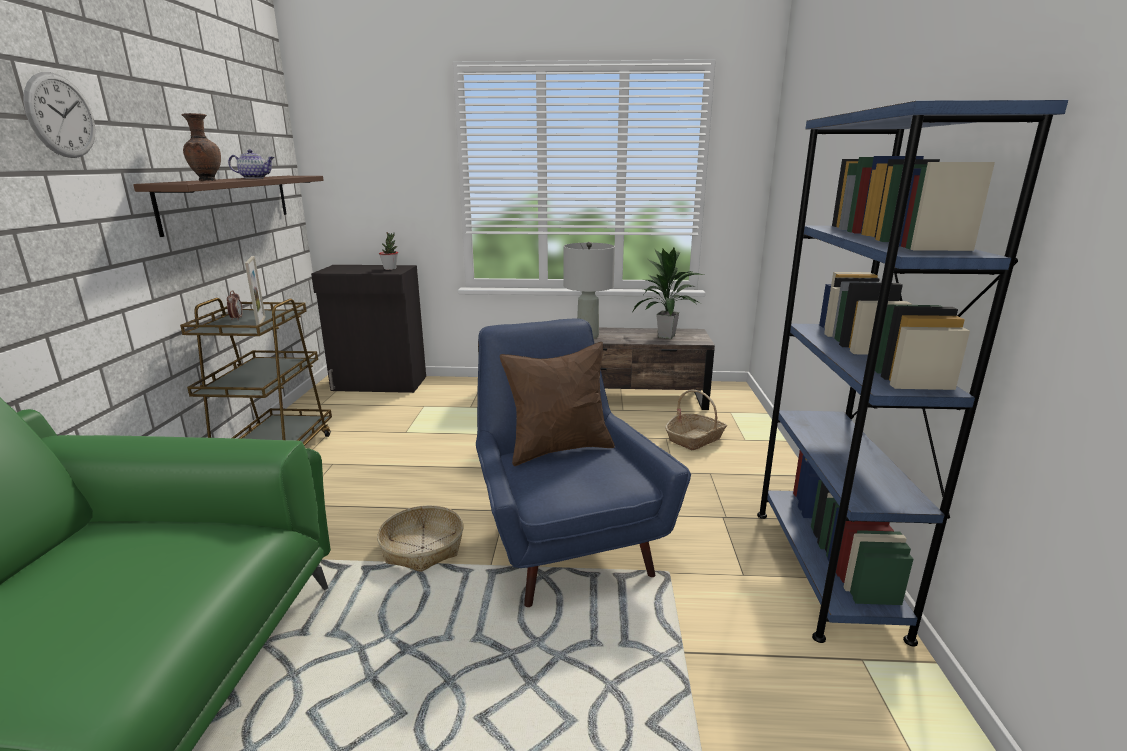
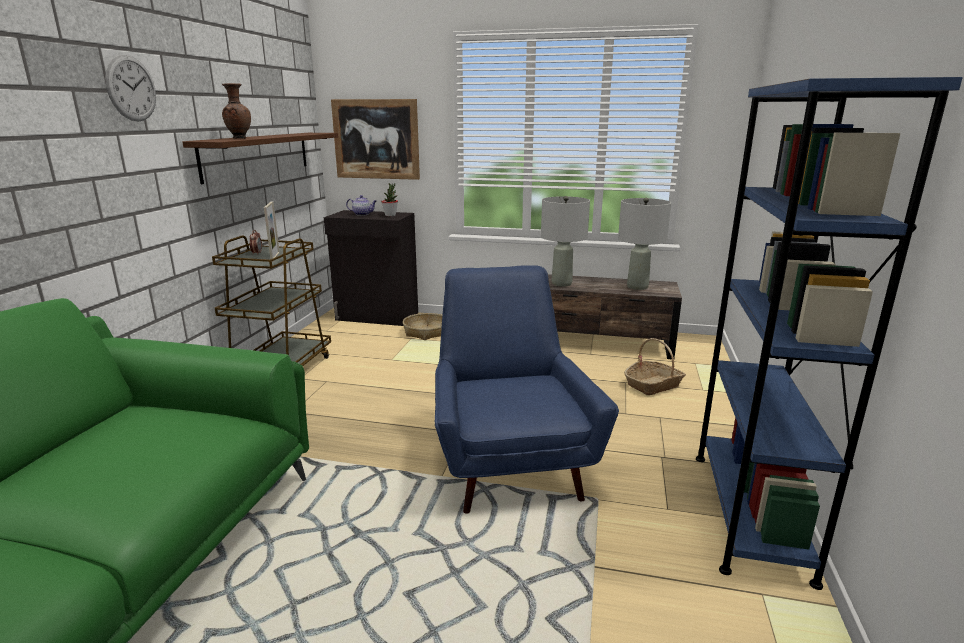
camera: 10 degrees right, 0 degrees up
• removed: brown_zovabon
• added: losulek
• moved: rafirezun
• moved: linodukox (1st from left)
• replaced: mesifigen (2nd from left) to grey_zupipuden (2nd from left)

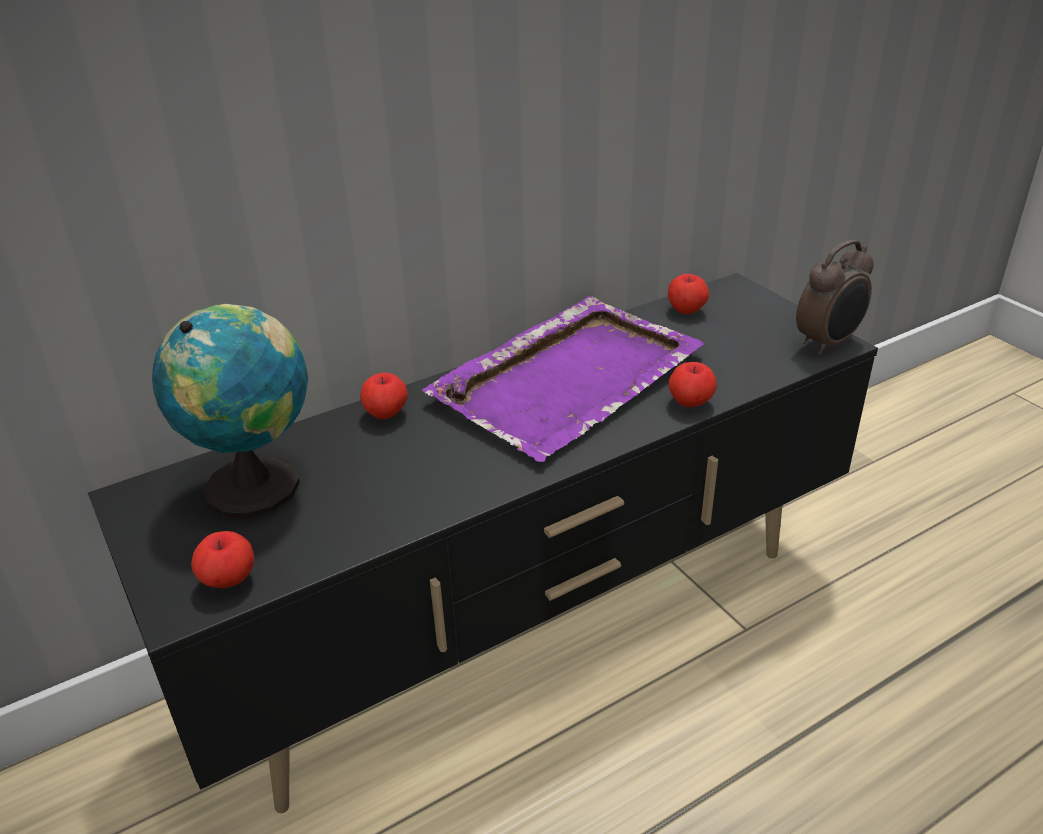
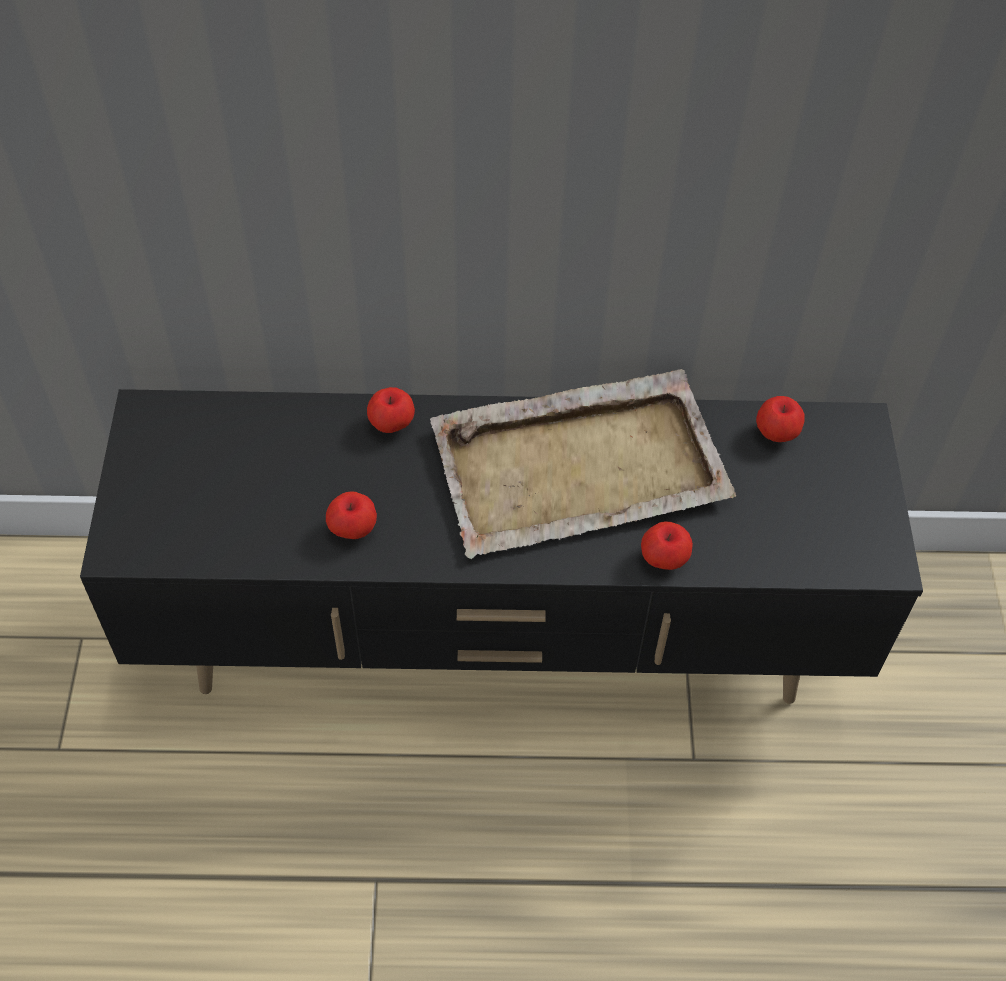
camera: 30 degrees right, 20 degrees up
• removed: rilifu
• removed: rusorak
• moved: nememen (1st from left)
• recoloured: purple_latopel to beige_latopel

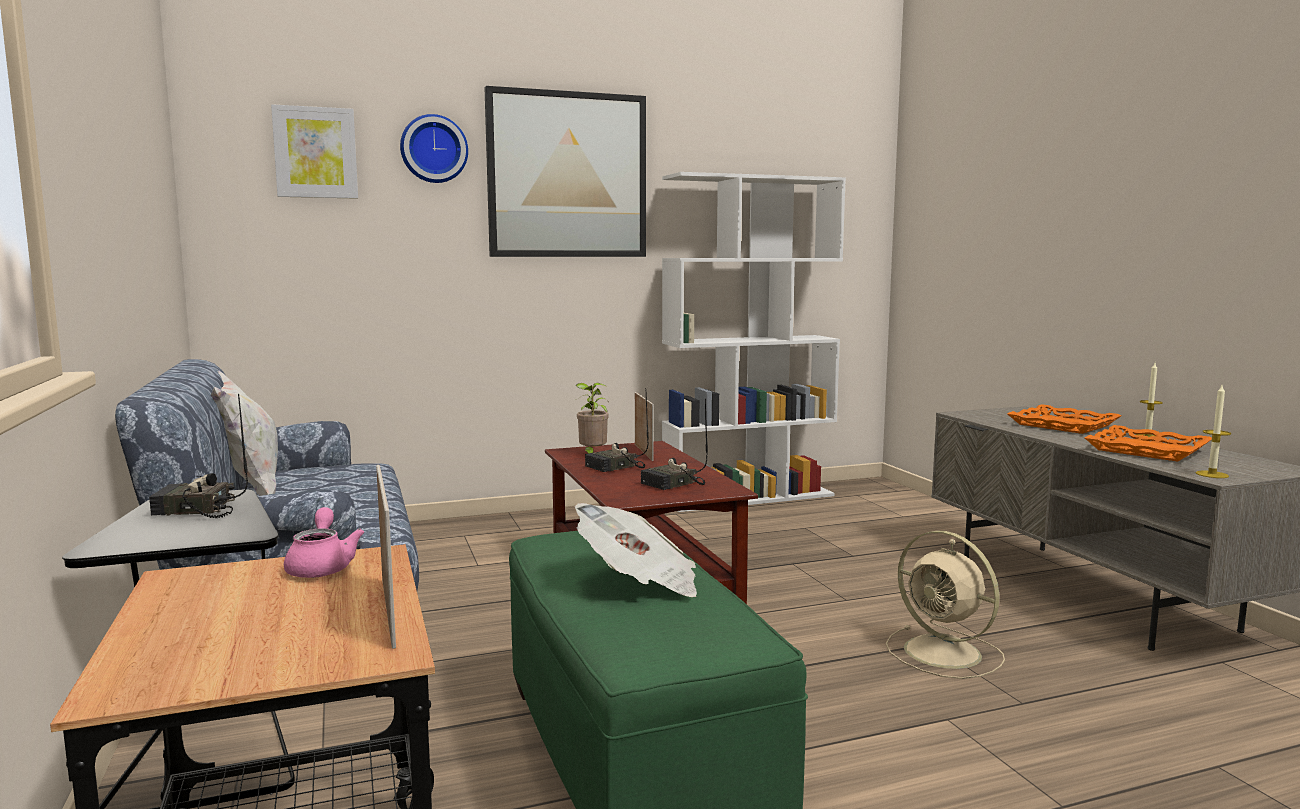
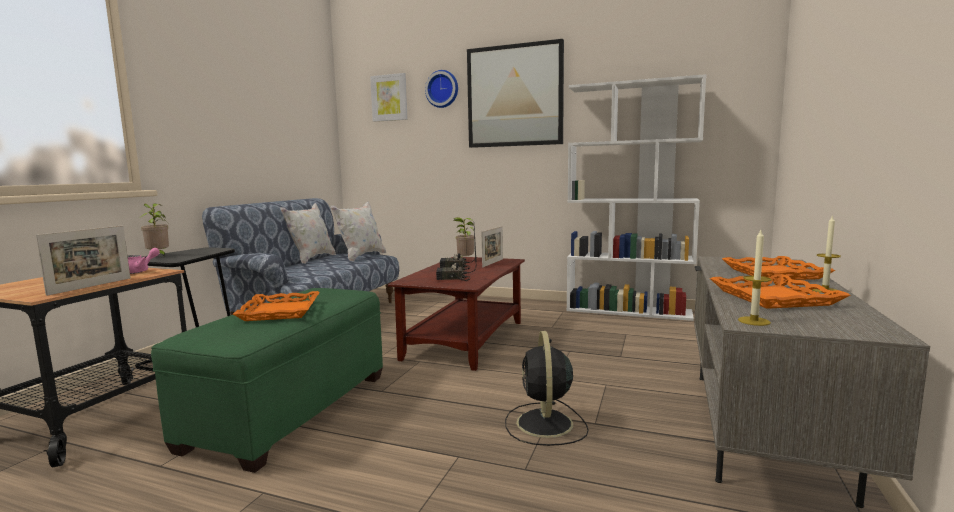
camera: 40 degrees right, 0 degrees up
• removed: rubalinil (1st from left)
• added: mesifigen (1st from left)
• added: white_zovabon (2nd from left)
• replaced: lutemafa to orange_latopel (1st from left)
• recoloured: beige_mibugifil to black_mibugifil

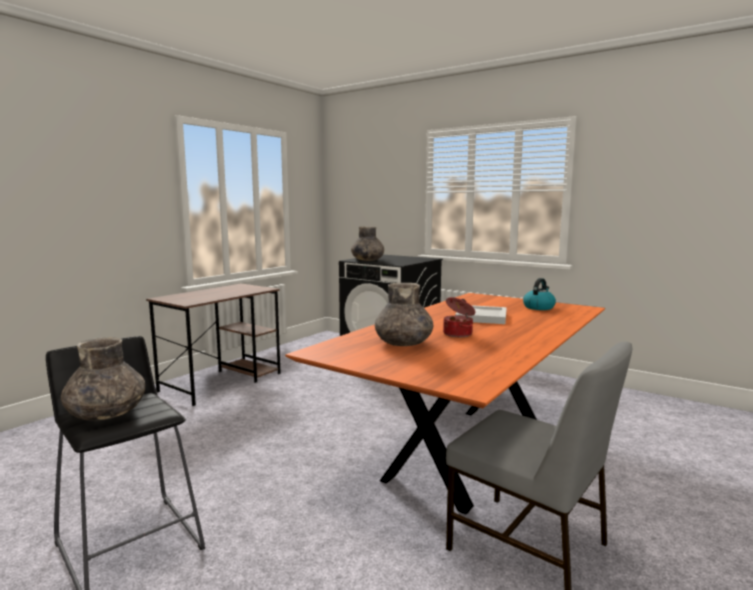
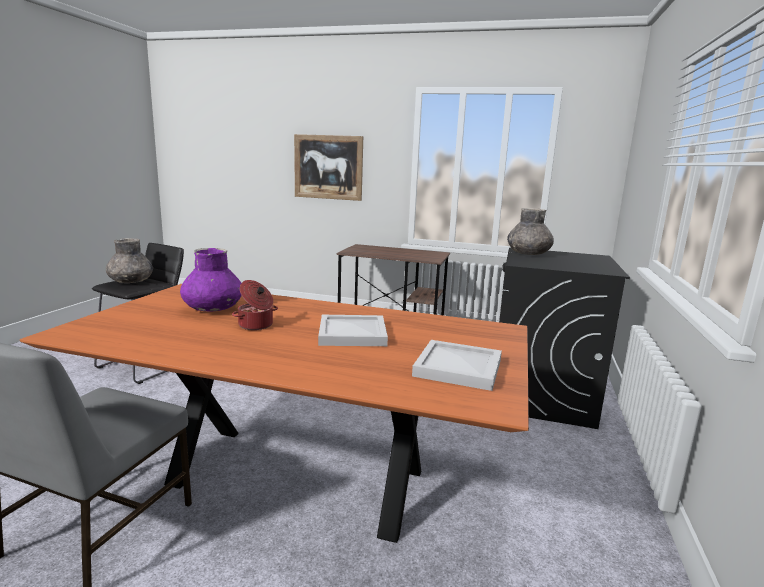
camera: 70 degrees right, 5 degrees up
• added: losulek
• replaced: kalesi to white_latopel (2nd from left)
• recoloured: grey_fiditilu (3rd from left) to purple_fiditilu

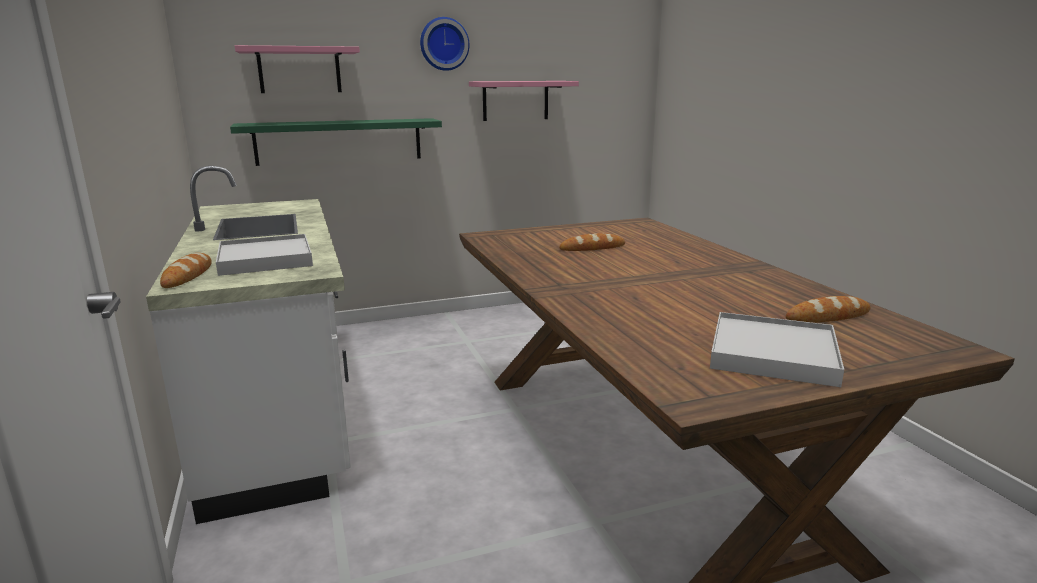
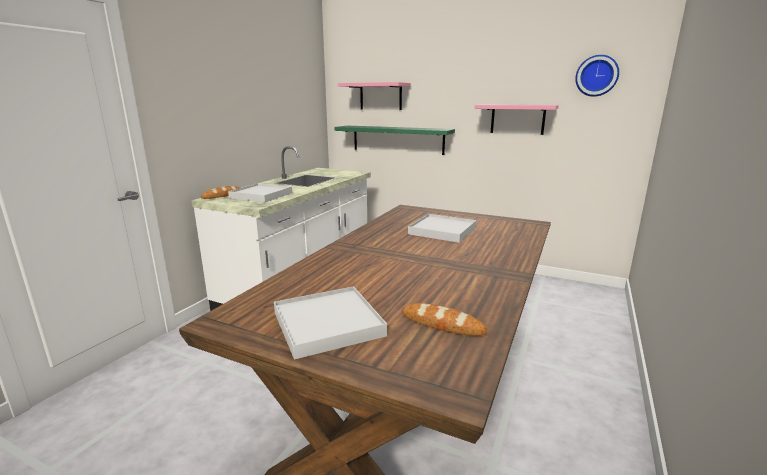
camera: 45 degrees right, 0 degrees up
• moved: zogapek
• replaced: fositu (2nd from left) to white_latopel (3rd from left)

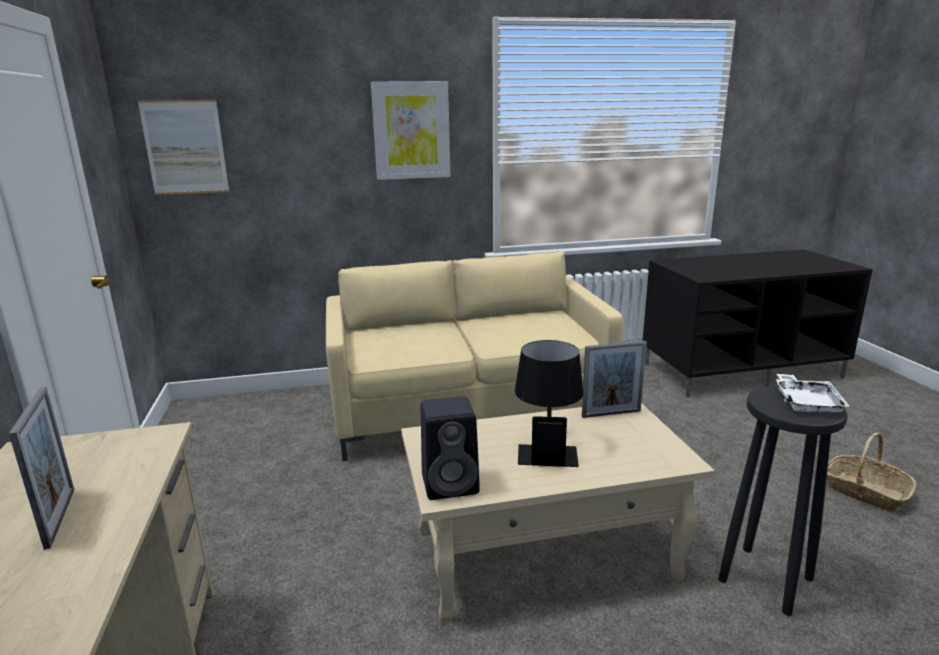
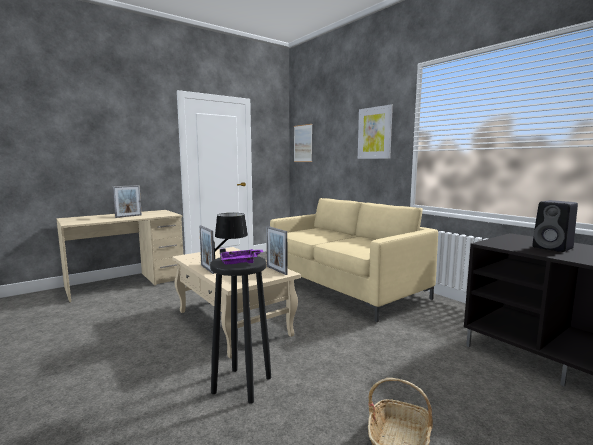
camera: 65 degrees right, 10 degrees down
• added: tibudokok (2nd from left)
• moved: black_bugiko
• recoloured: white_latopel to purple_latopel

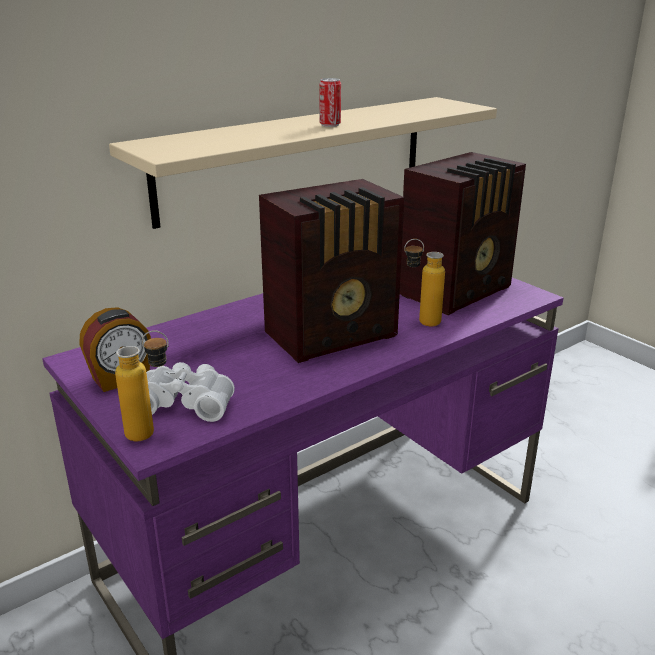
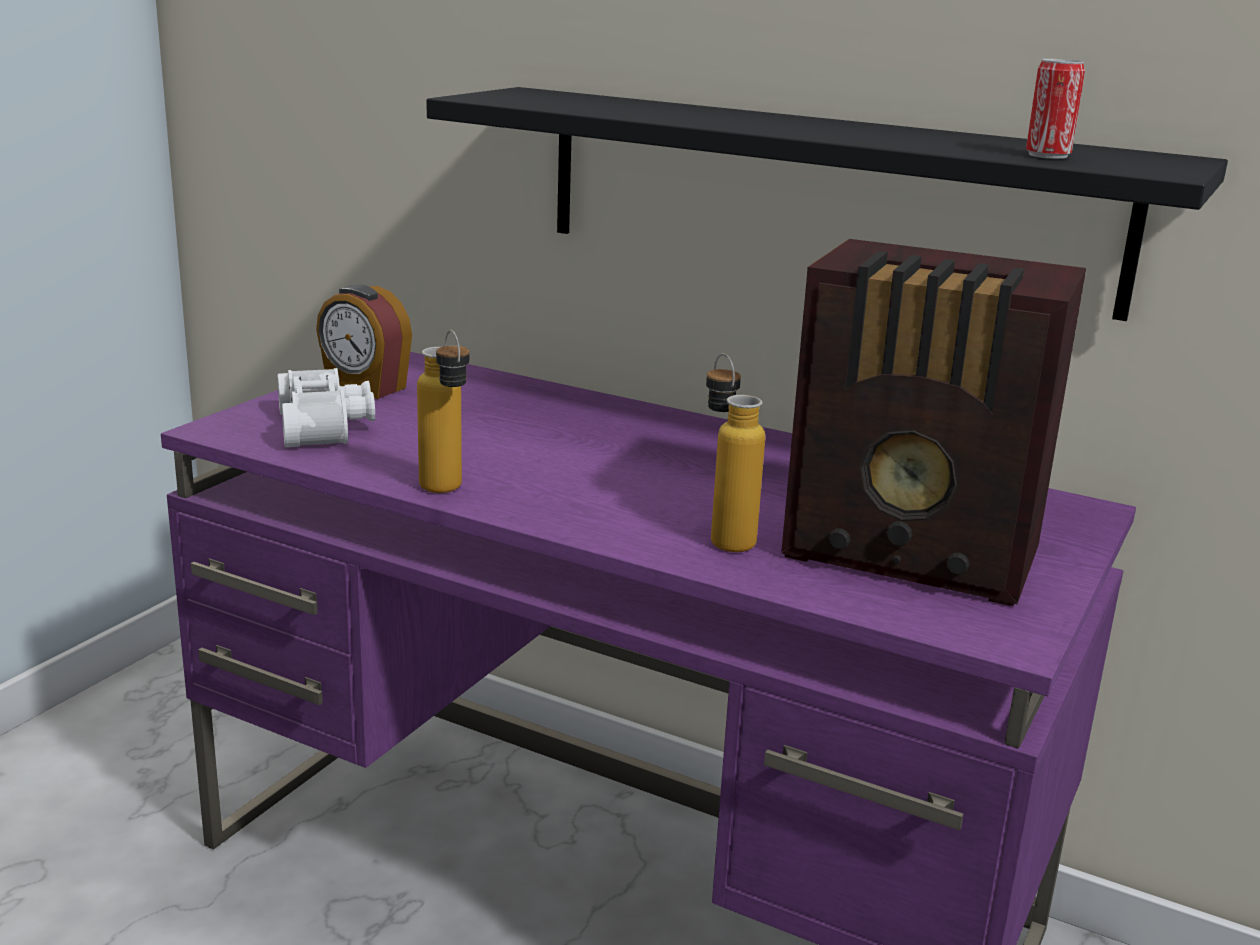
camera: 65 degrees right, 5 degrees down
• removed: rubalinil (1st from left)
• moved: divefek (1st from left)
• moved: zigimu
• recoloured: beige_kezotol to black_kezotol

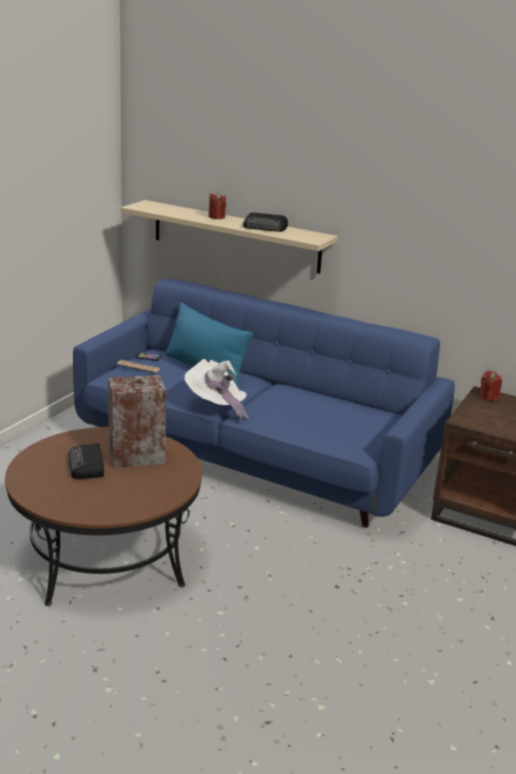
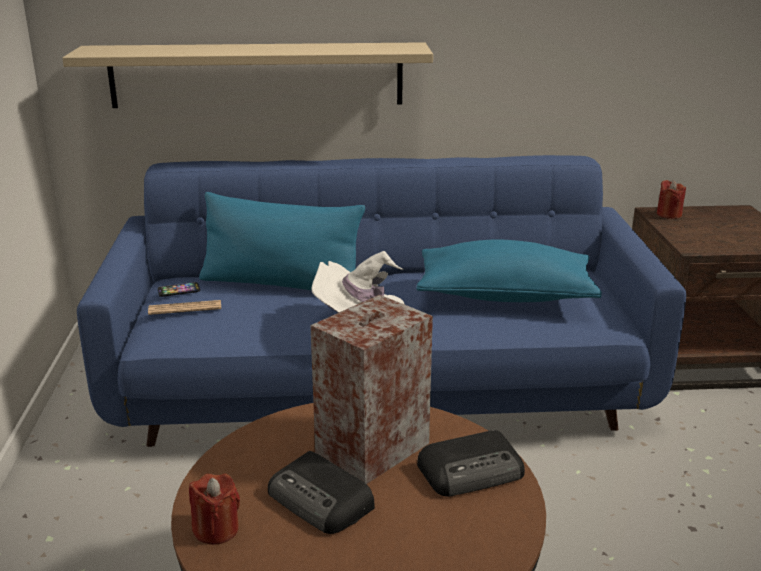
camera: 30 degrees left, 0 degrees up
• added: blue_zovabon (2nd from left)
• moved: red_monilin (1st from left)
• moved: rubalinil (2nd from left)

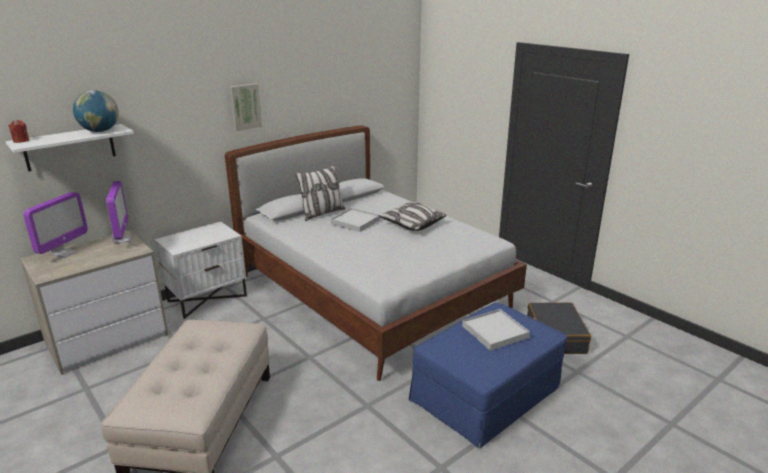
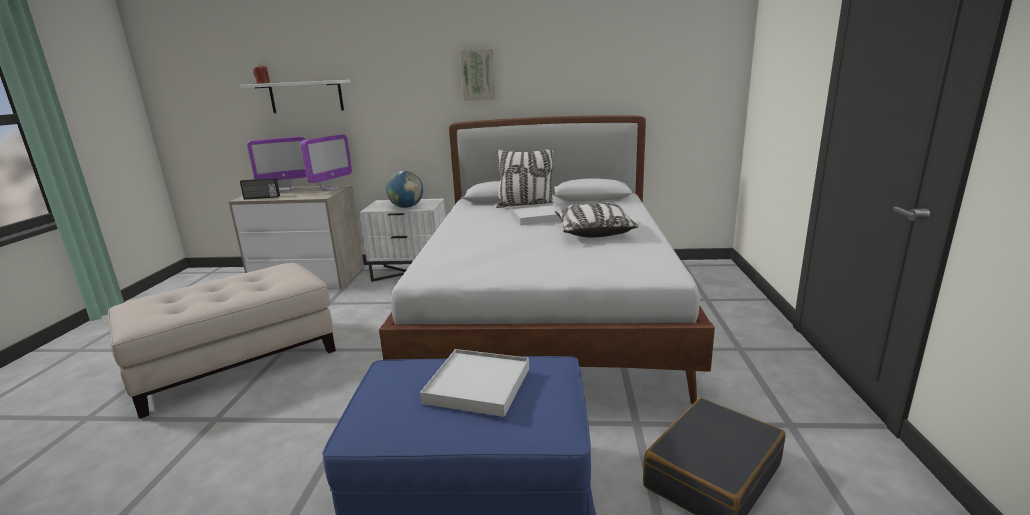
camera: 45 degrees right, 5 degrees down
• added: rubalinil
• moved: rilifu

